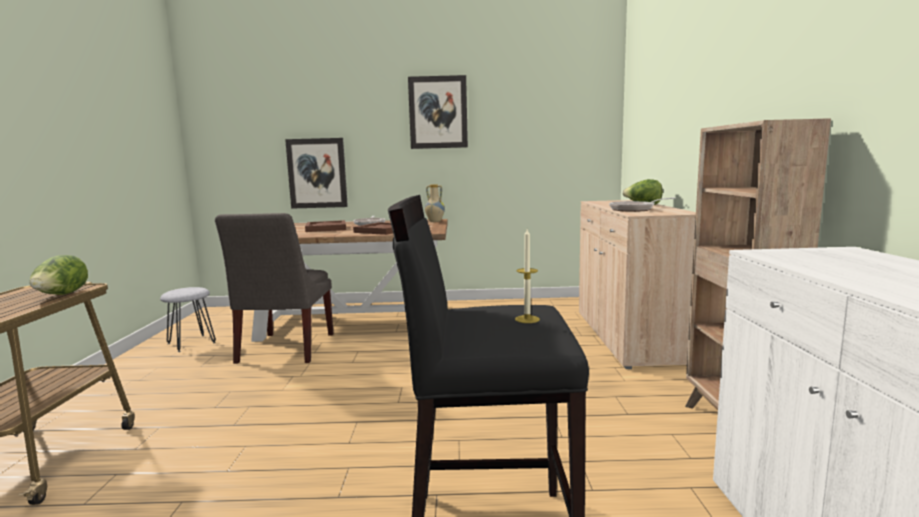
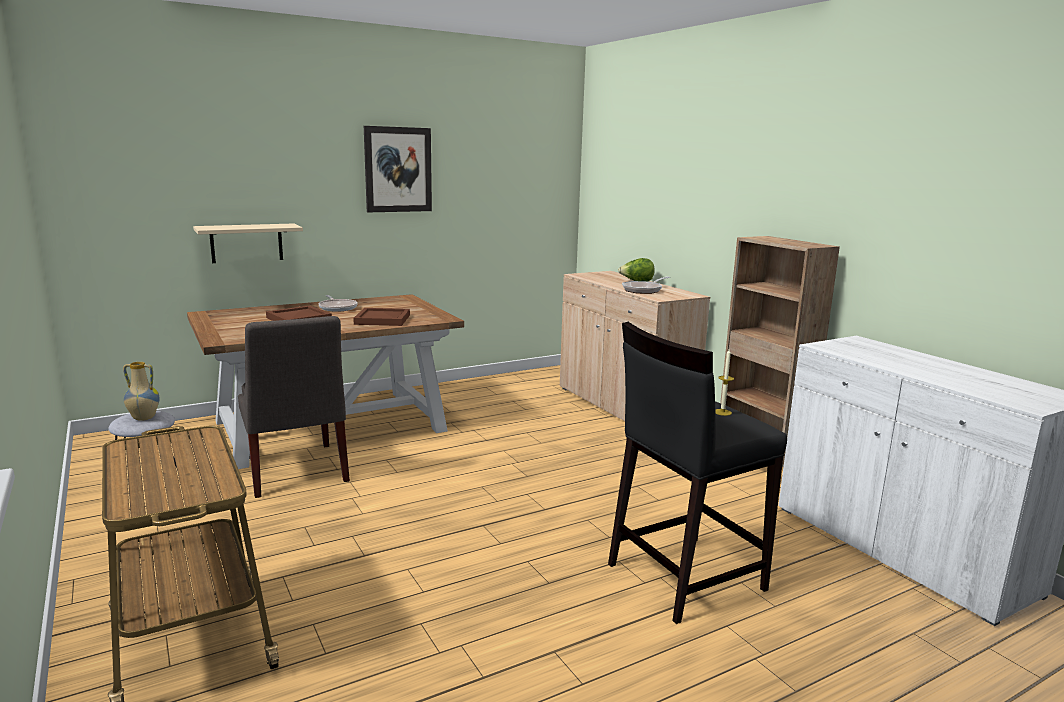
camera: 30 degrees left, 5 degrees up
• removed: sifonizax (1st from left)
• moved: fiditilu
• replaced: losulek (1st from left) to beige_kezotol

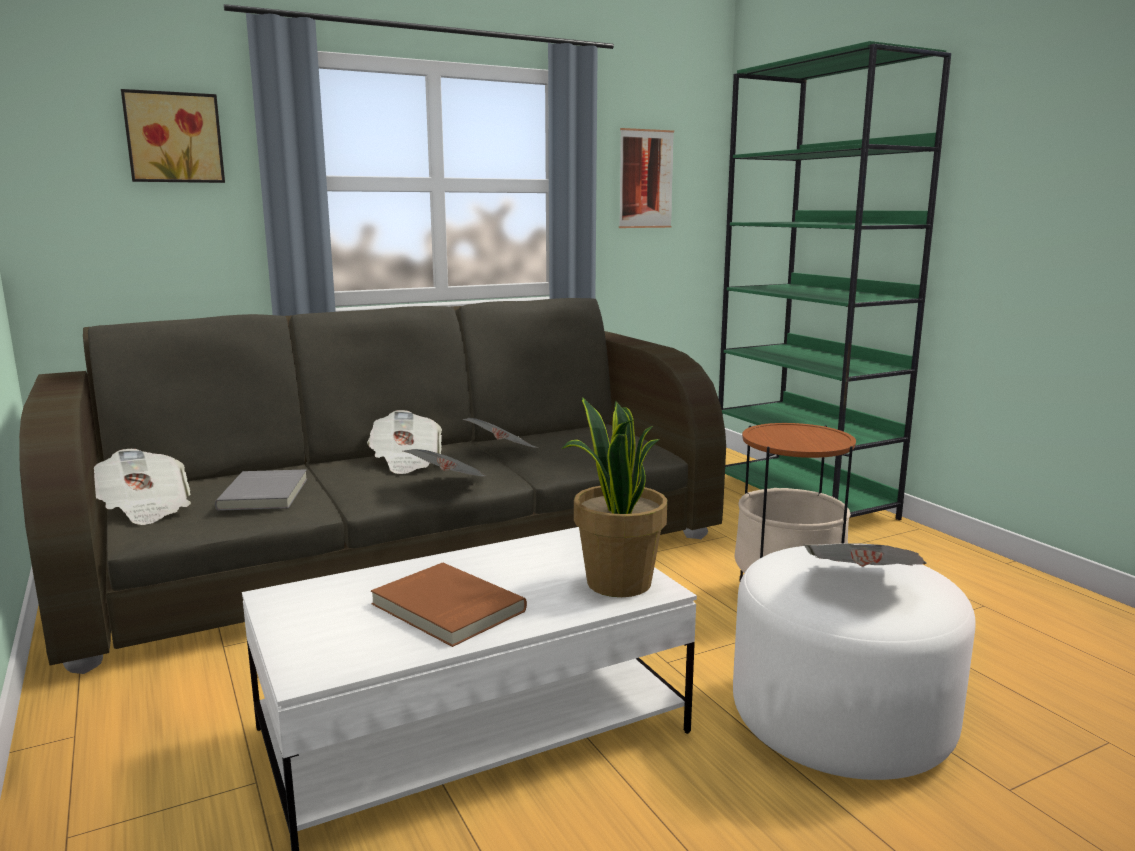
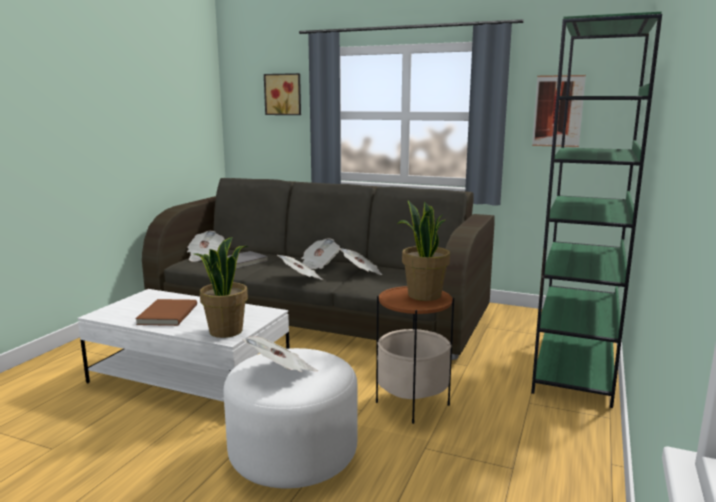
camera: 50 degrees right, 0 degrees up
• added: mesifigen (2nd from left)

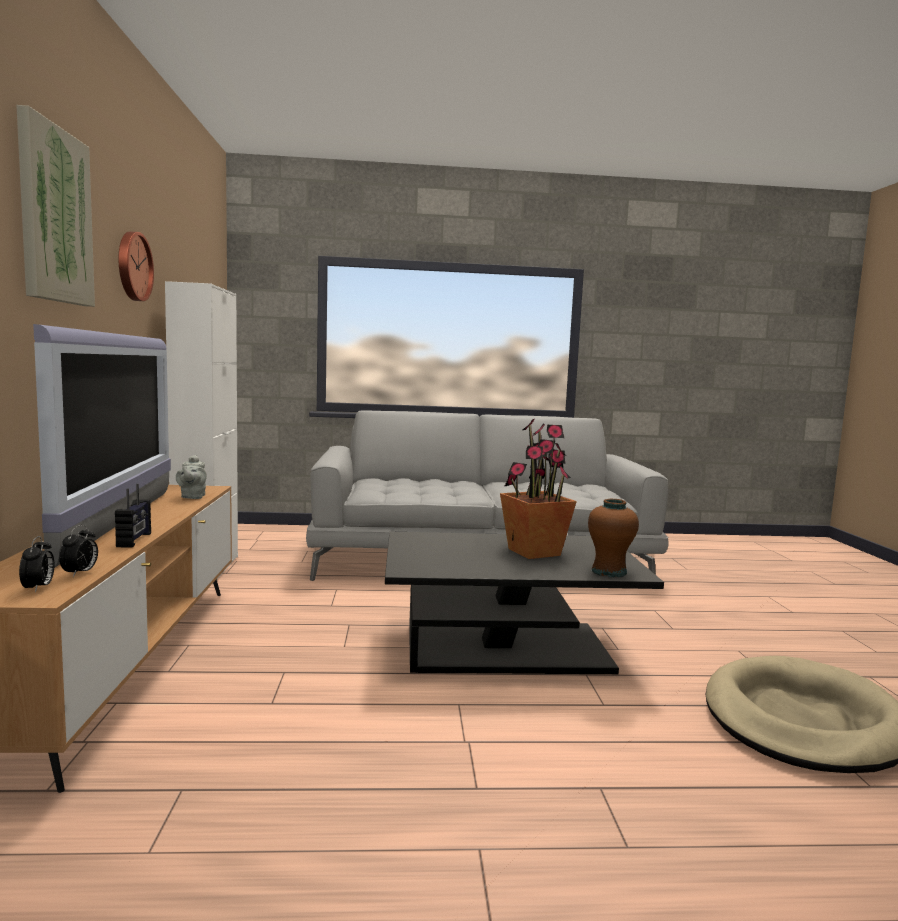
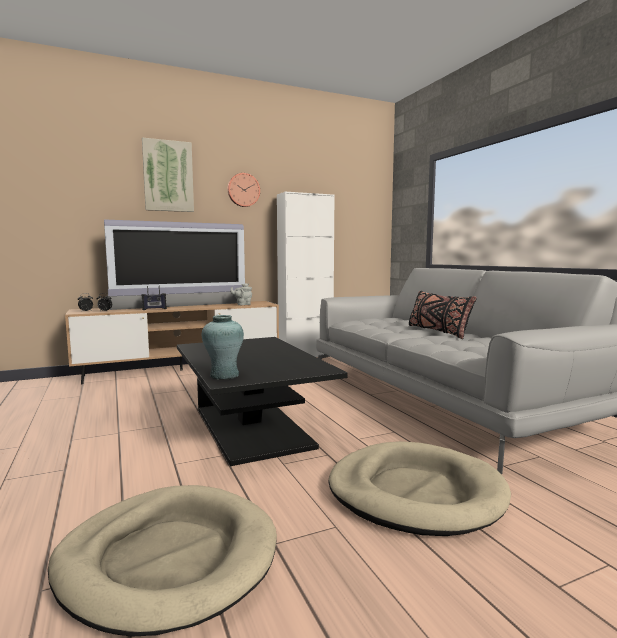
camera: 70 degrees right, 0 degrees up
• removed: mesifigen
• added: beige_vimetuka (2nd from left)
• added: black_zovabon
• recoloured: brown_fiditilu to turquoise_fiditilu

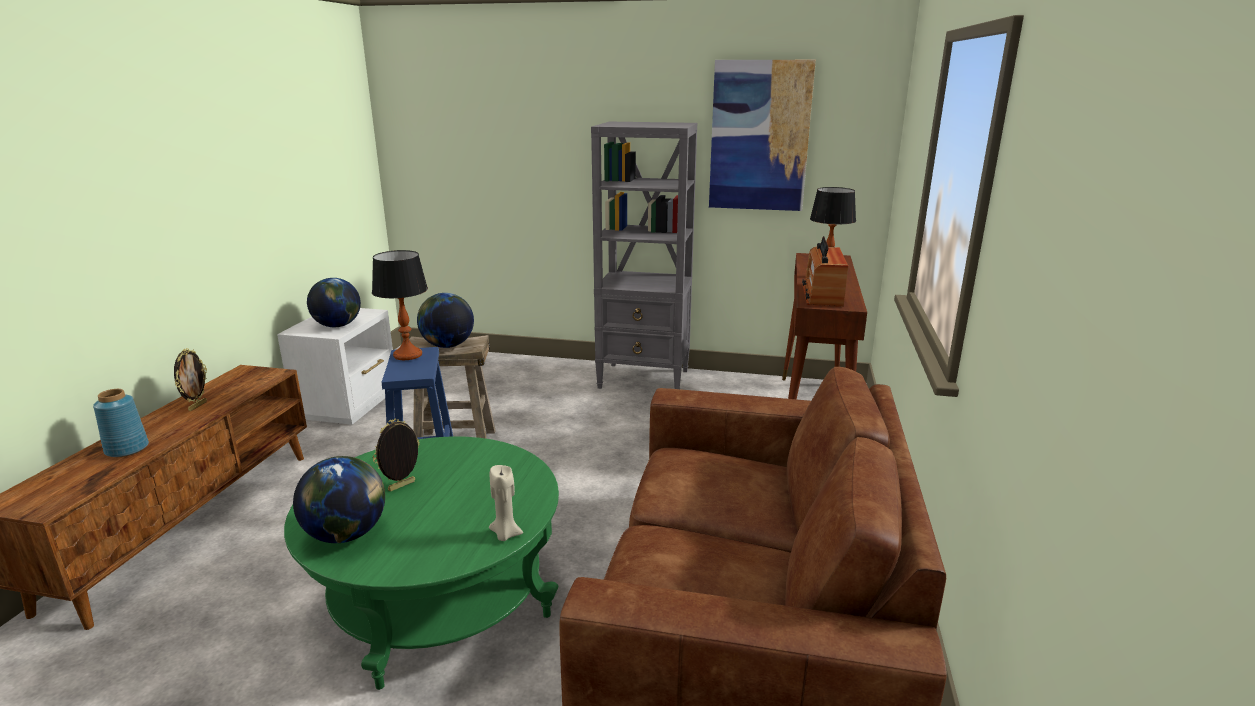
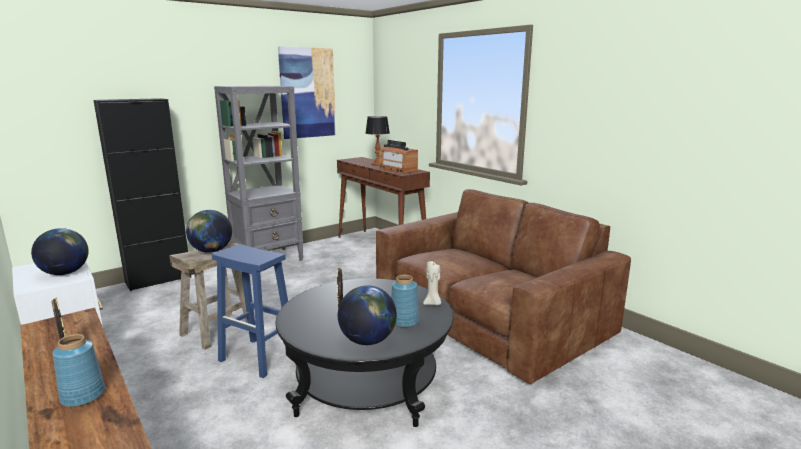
camera: 50 degrees left, 5 degrees down
• removed: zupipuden (1st from left)
• added: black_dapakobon
• added: blue_fiditilu (2nd from left)
• recoloured: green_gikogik to black_gikogik

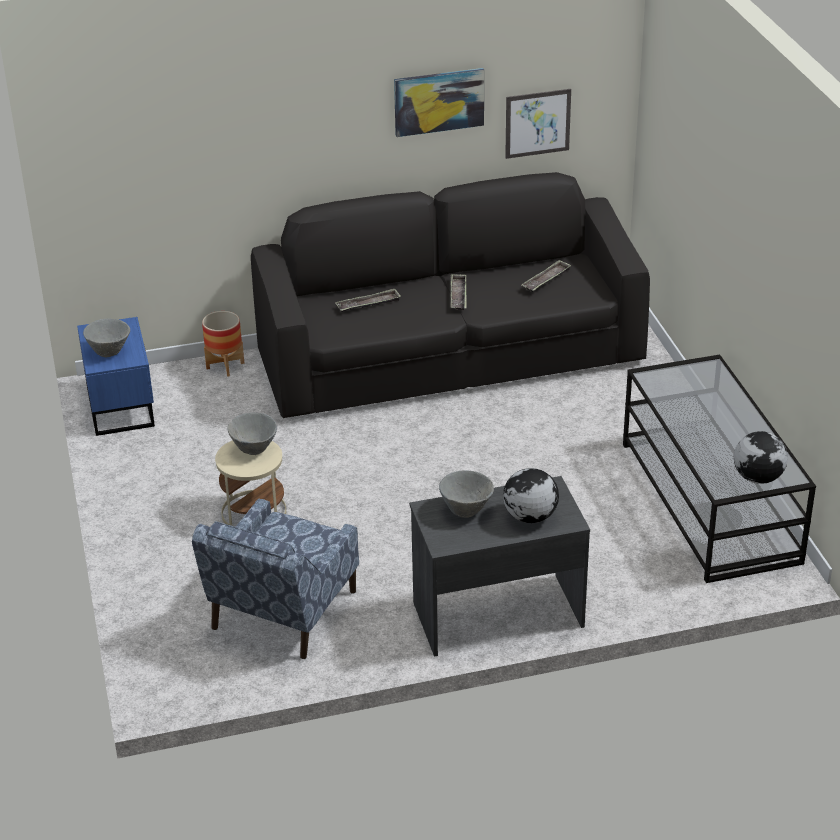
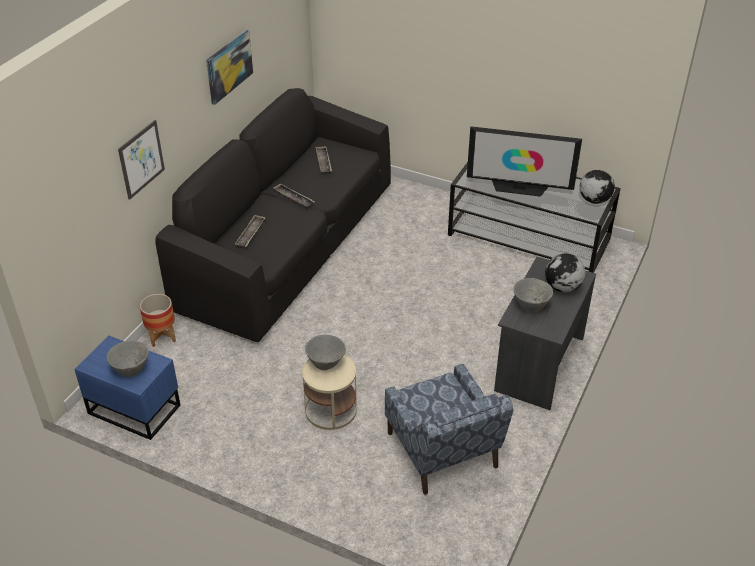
camera: 50 degrees left, 5 degrees up
• added: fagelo
• moved: losulek (2nd from left in the first image) to losulek (1st from left)

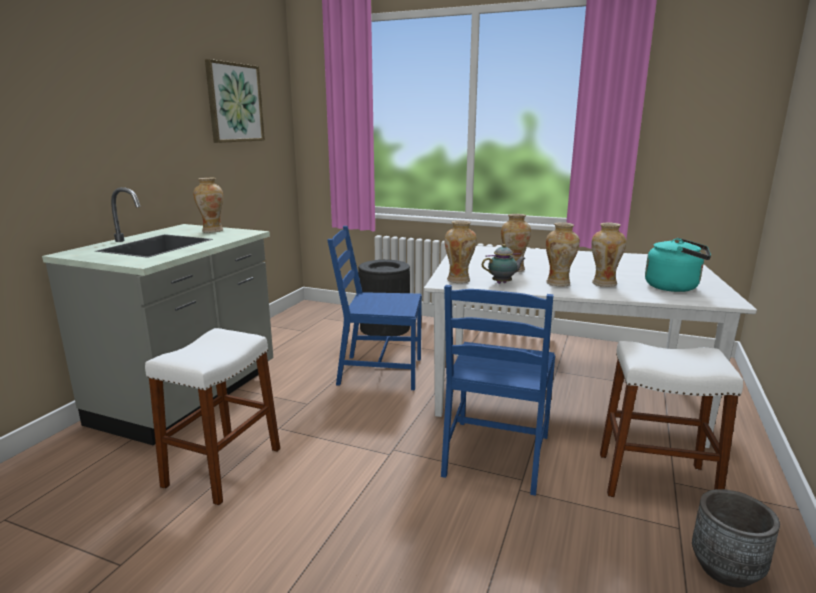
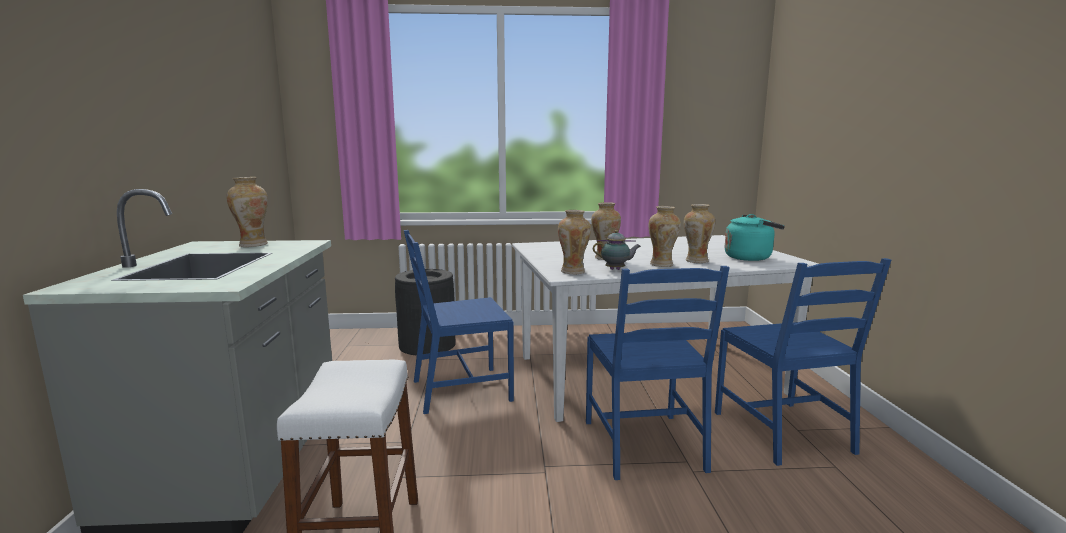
camera: 25 degrees left, 5 degrees down
• removed: losulek
• removed: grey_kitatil
• replaced: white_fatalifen (2nd from left) to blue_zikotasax (3rd from left)
• turned: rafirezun 45 degrees clockwise

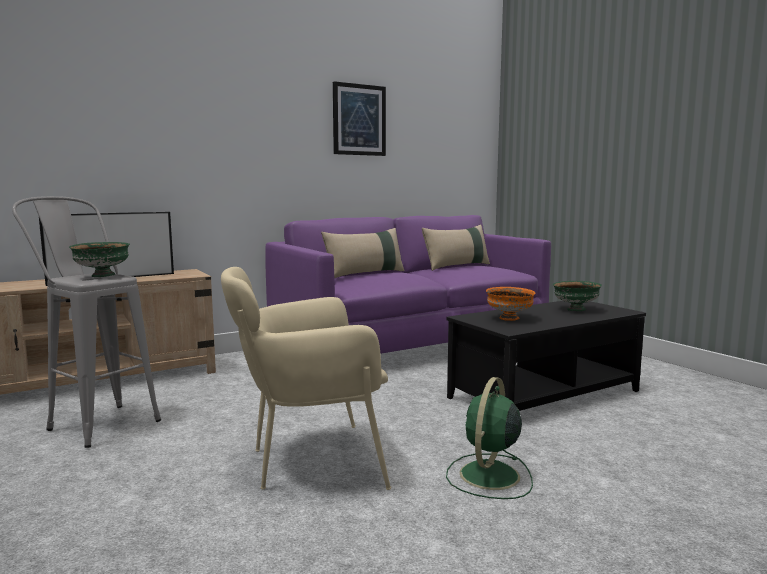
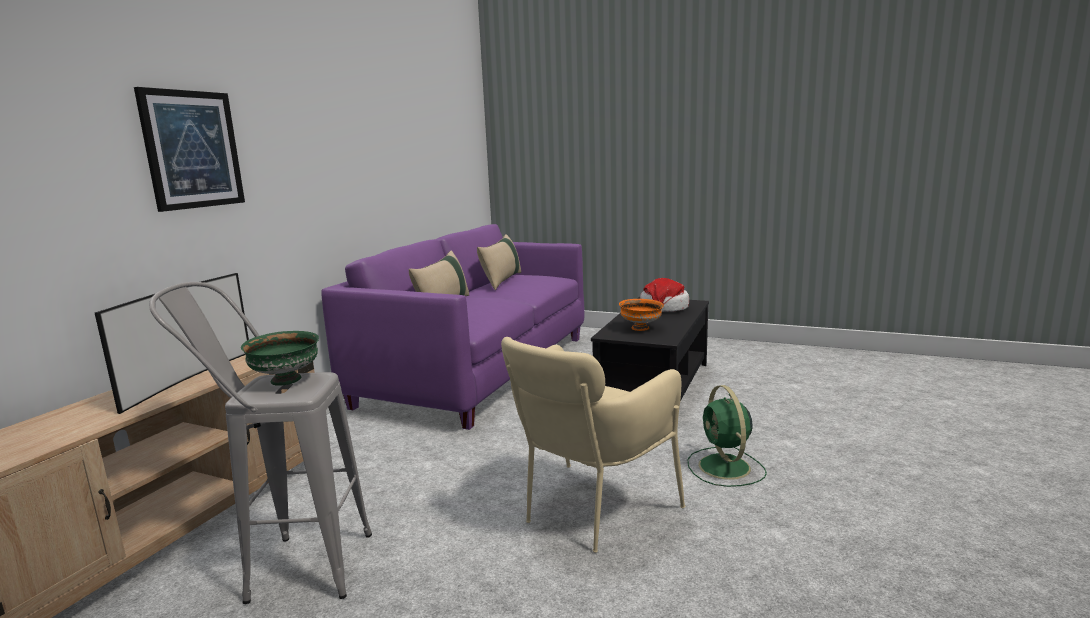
camera: 35 degrees left, 5 degrees up
• moved: losulek
• replaced: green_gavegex (2nd from left) to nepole

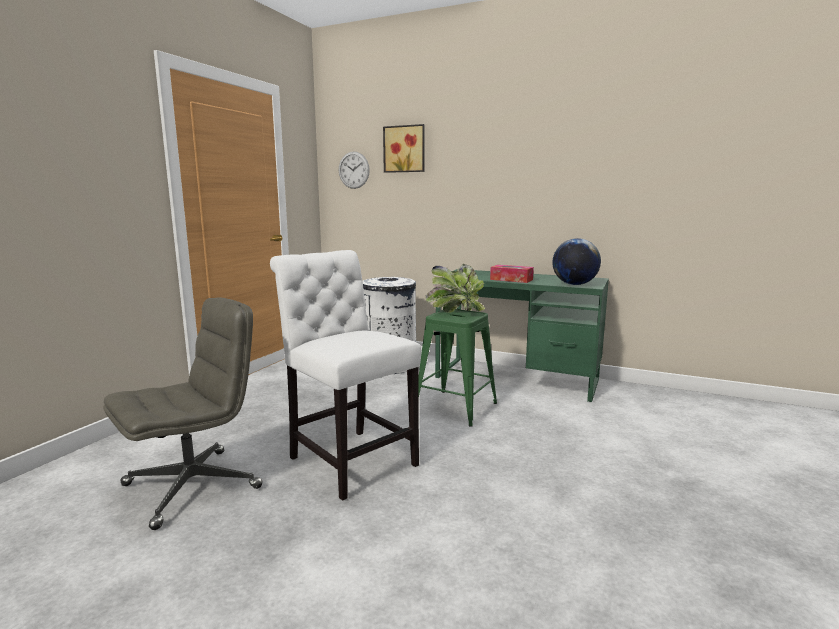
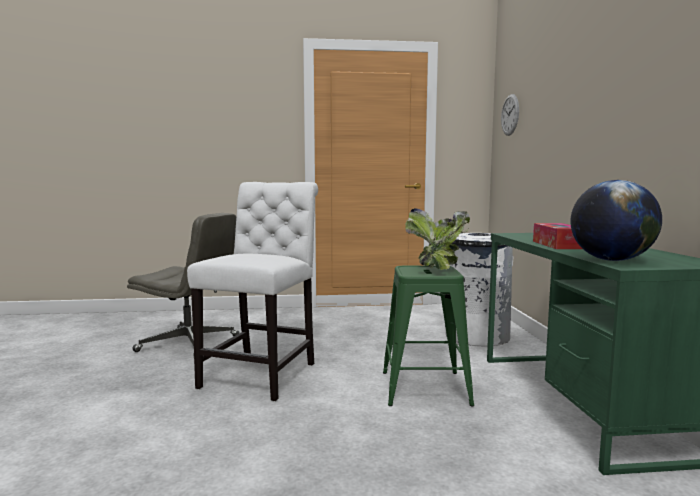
camera: 60 degrees right, 5 degrees down
• removed: losulek

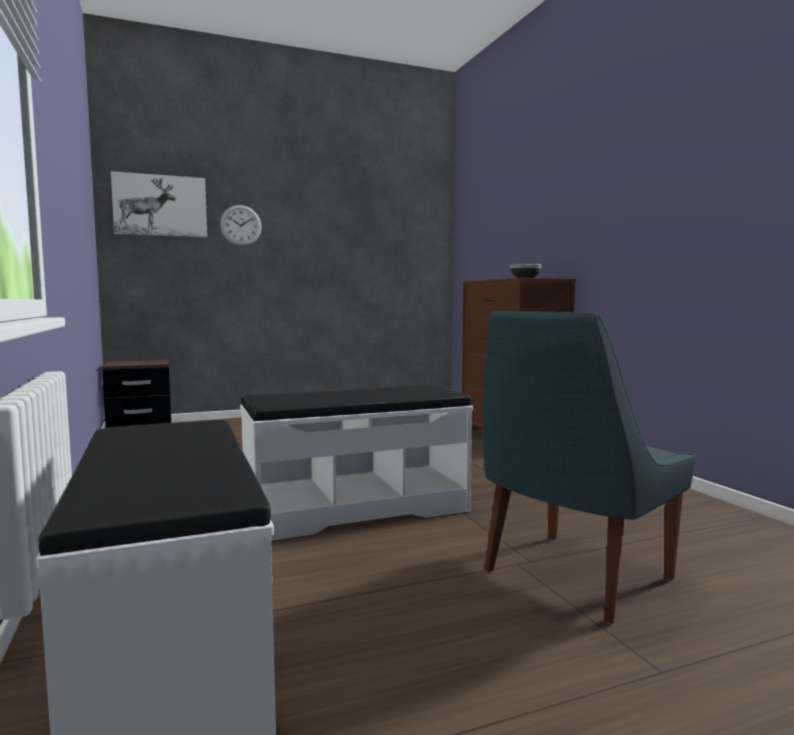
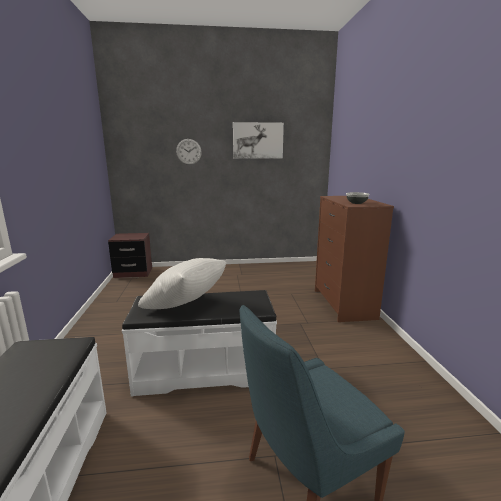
camera: 15 degrees right, 10 degrees up
• added: white_zovabon
• moved: losulek

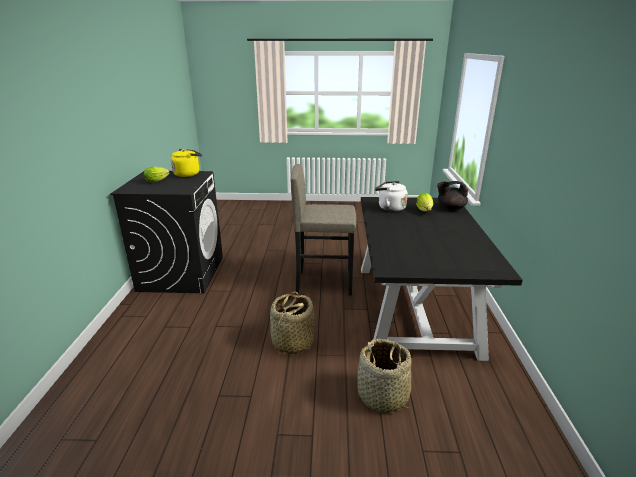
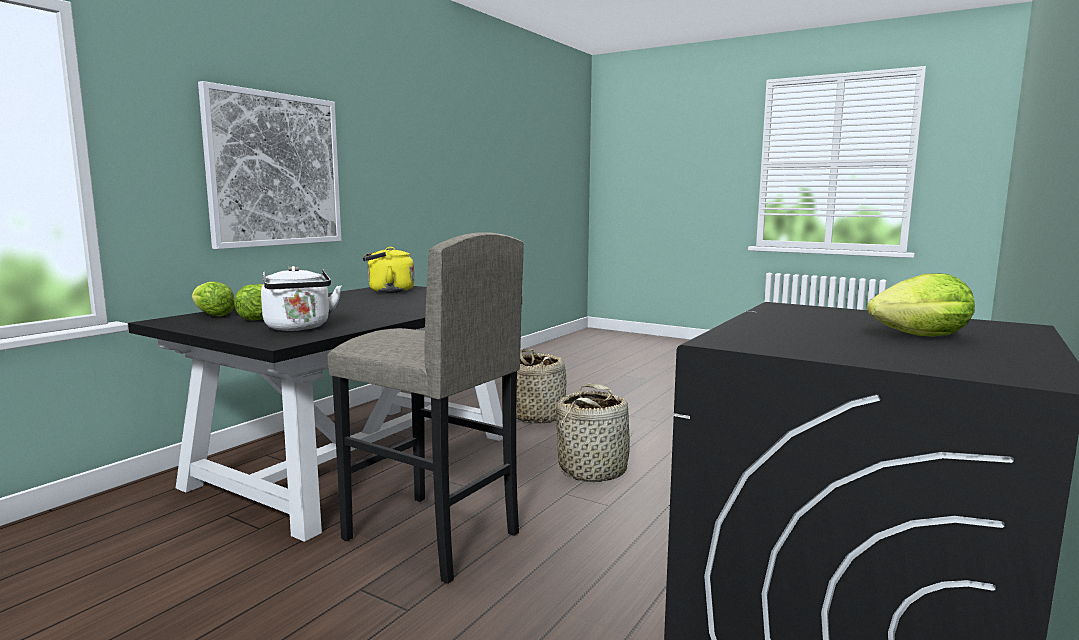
camera: 150 degrees left, 15 degrees down
• added: losulek
• moved: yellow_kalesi
• replaced: black_rafirezun to sifonizax (1st from left)

